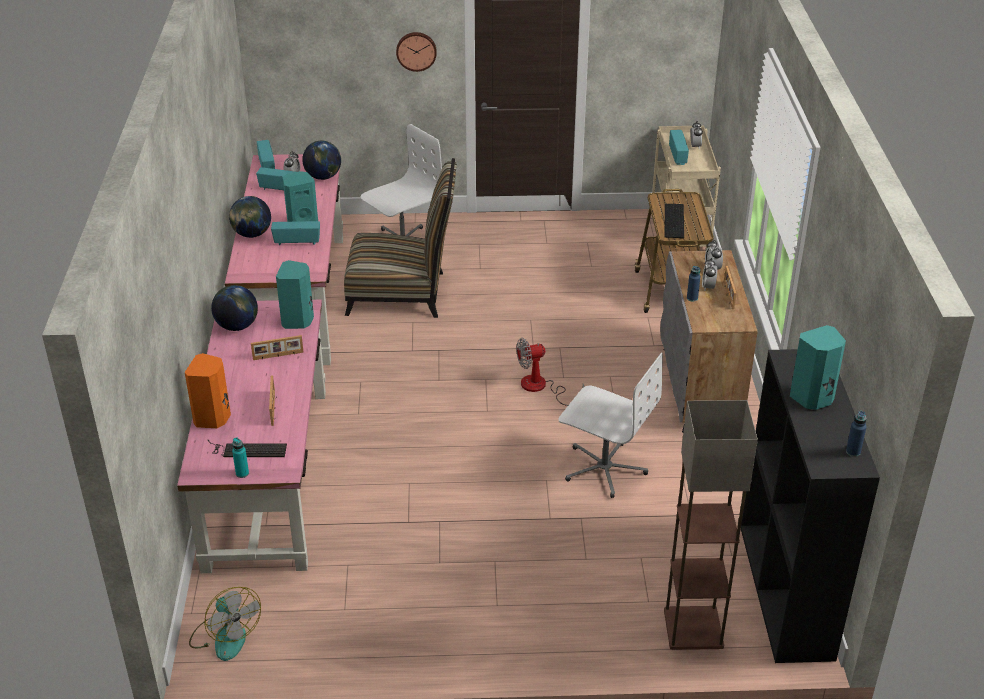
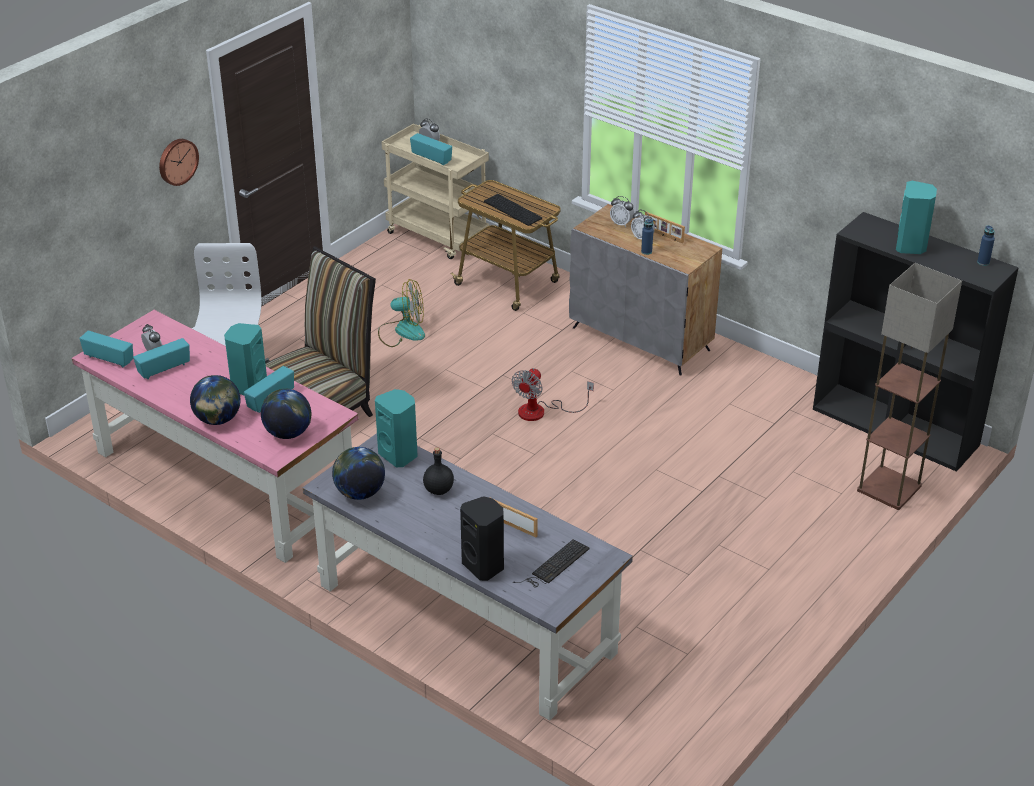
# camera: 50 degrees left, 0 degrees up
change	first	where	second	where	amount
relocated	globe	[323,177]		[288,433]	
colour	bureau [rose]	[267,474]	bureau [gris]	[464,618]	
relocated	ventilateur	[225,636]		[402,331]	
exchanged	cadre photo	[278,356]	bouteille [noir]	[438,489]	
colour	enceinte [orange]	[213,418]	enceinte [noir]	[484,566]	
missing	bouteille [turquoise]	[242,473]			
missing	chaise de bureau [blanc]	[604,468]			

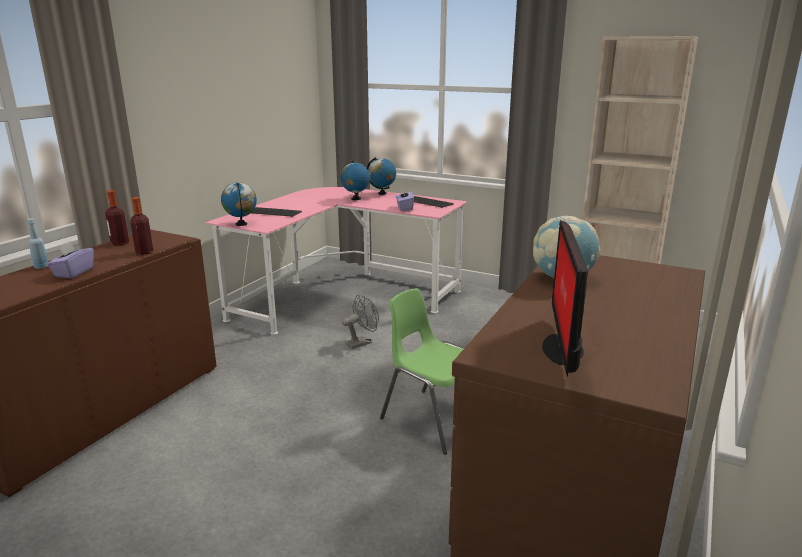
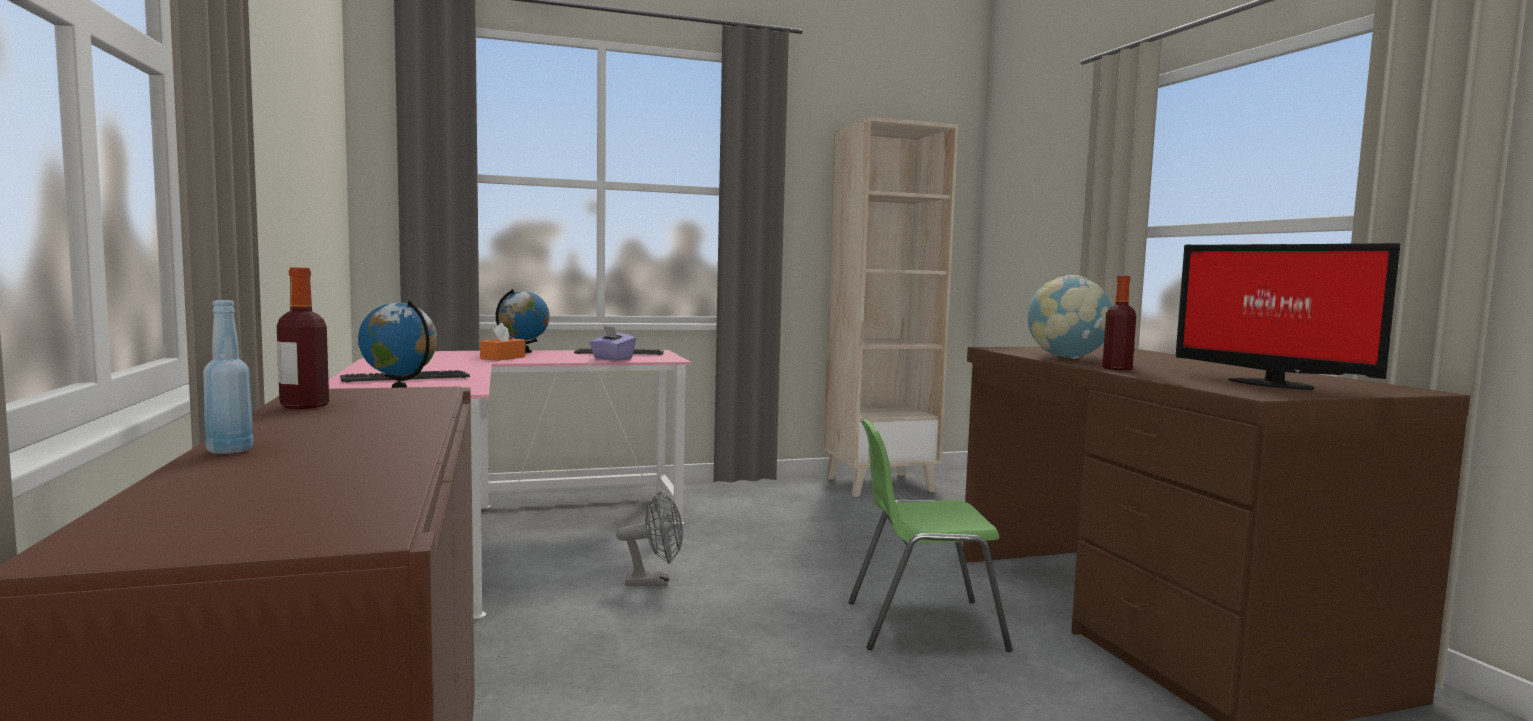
# camera: 45 degrees left, 15 degrees down
change	first	where	second	where	amount
exchanged	globe	[355,199]	boîte à mouchoirs [orange]	[503,358]	
spun	ventilateur [gris]	[362,342]		[654,582]	75 degrees clockwise
relocated	bouteille	[144,252]		[1117,368]	
missing	boîte à mouchoirs [violet]	[74,272]			

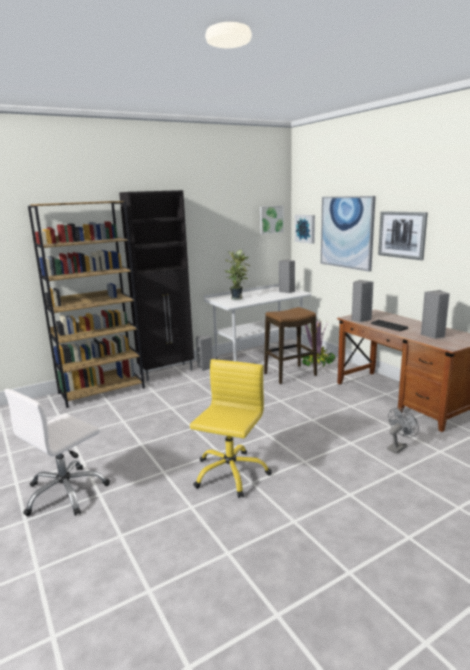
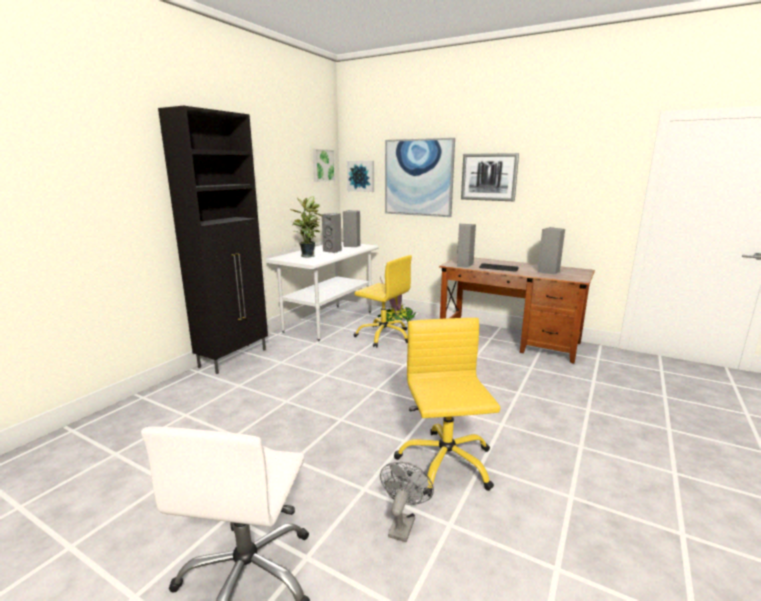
# camera: 30 degrees left, 0 degrees up
change	first	where	second	where	amount
relocated	enceinte [gris]	[205,367]		[333,251]	
exchanged	tabouret	[290,375]	chaise de bureau [jaune]	[384,336]	
relocated	ventilateur [gris]	[398,447]		[403,523]	
missing	bibliothèque [marron]	[102,390]			

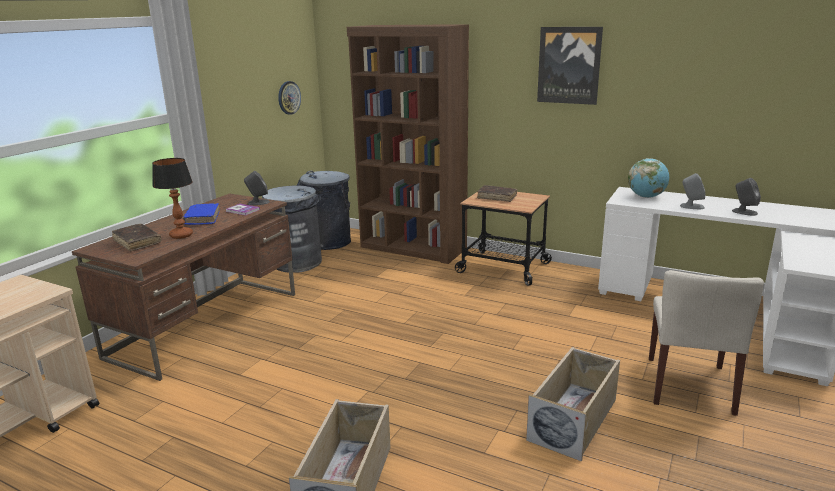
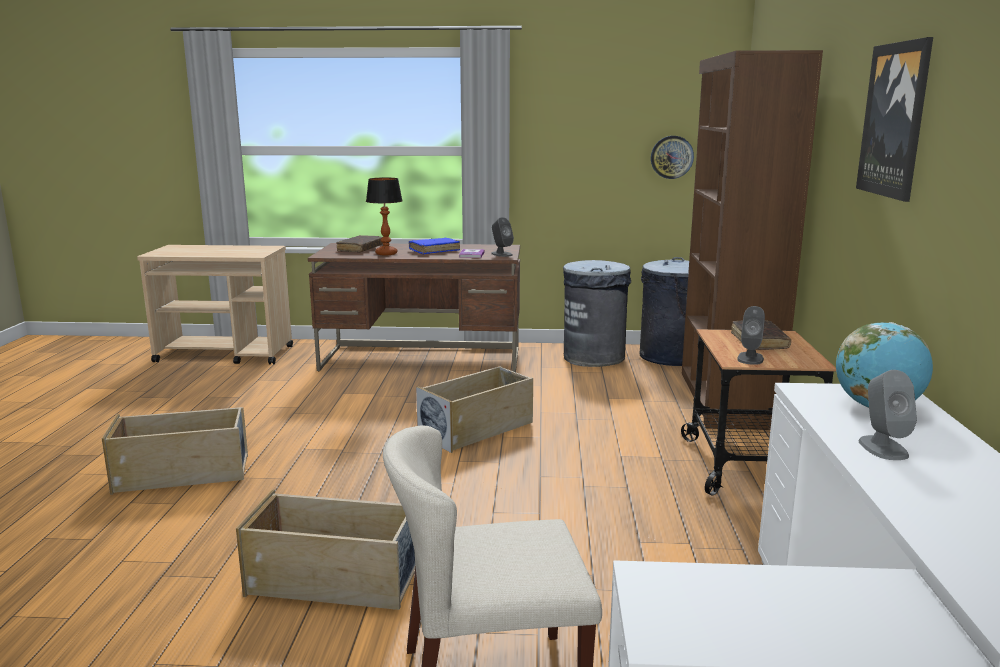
# camera: 65 degrees right, 5 degrees down
change	first	where	second	where	amount
appeared			boîte de rangement [beige]	[477,429]	
relocated	enceinte [gris]	[744,212]		[750,358]	

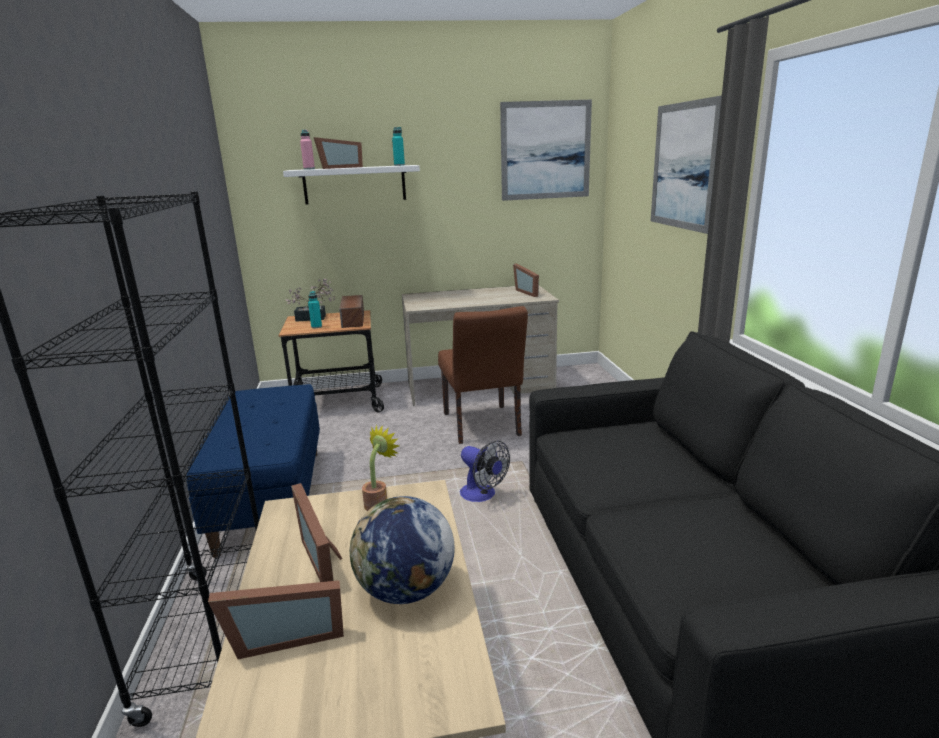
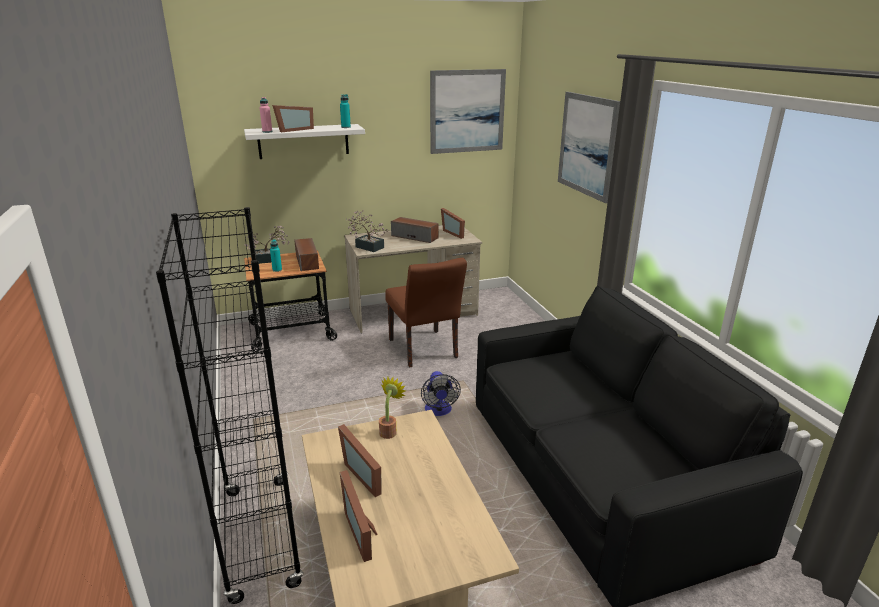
# camera: 10 degrees left, 5 degrees up
change	first	where	second	where	amount
spun	cadre photo	[286,636]		[363,530]	90 degrees clockwise
appeared			plante en pot	[367,246]	
appeared			enceinte	[415,237]	
spun	ventilateur	[482,496]		[439,411]	45 degrees clockwise
missing	banc [bleu]	[271,497]			
missing	globe	[405,591]			

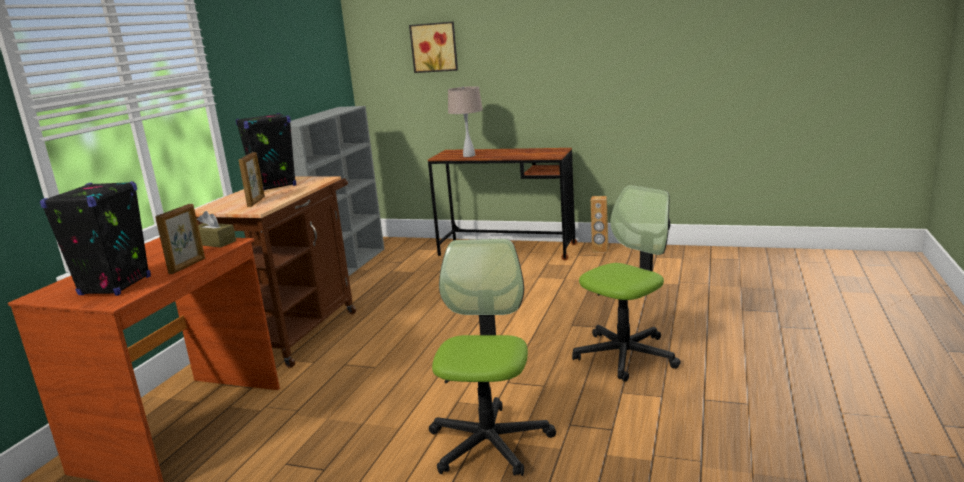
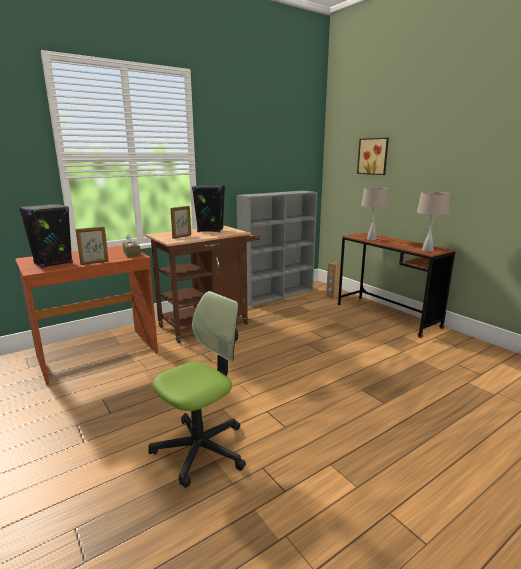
# camera: 35 degrees right, 0 degrees up
change	first	where	second	where	amount
relocated	enceinte [marron]	[600,250]		[332,297]	
appeared			lampe de table [beige]	[427,250]	
missing	chaise de bureau	[625,355]			

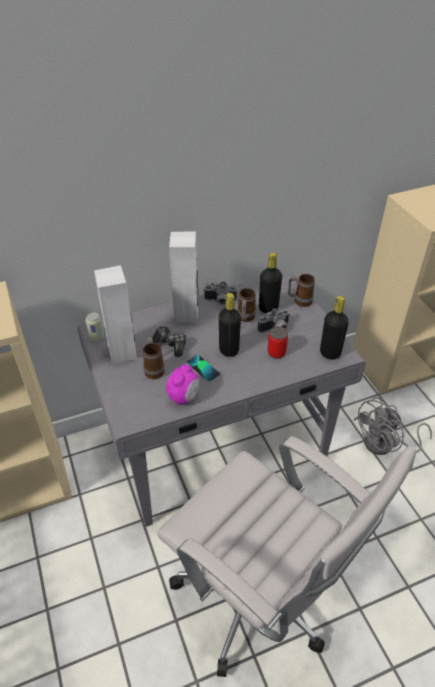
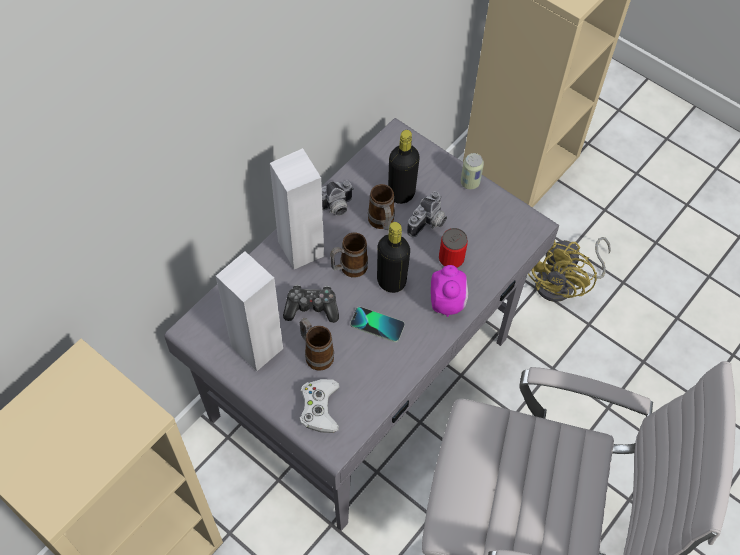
# camera: 30 degrees left, 15 degrees up
change	first	where	second	where	amount
appeared			manette [blanc]	[319,408]	
relocated	mug	[299,301]		[348,268]	
relocated	réveil	[184,397]		[447,303]	
relocated	boîte métallique	[96,337]		[470,182]	
colour	ventilateur [gris]	[385,445]	ventilateur [jaune]	[563,283]	
missing	bouteille [noir]	[330,353]			

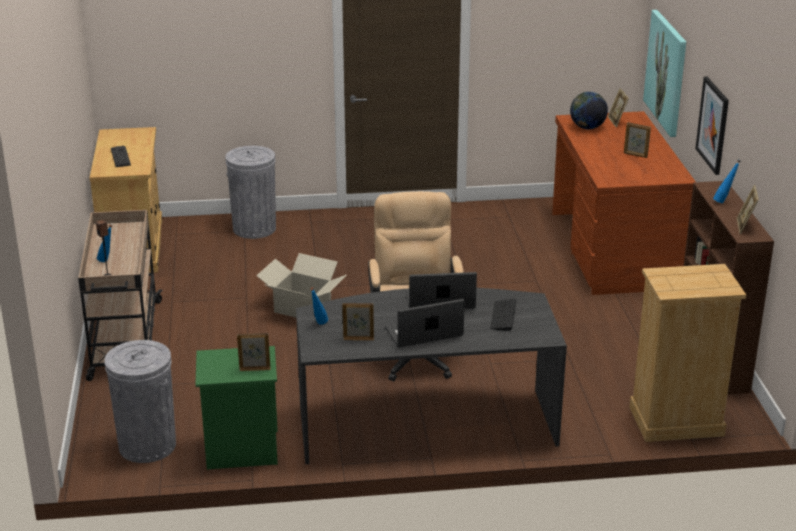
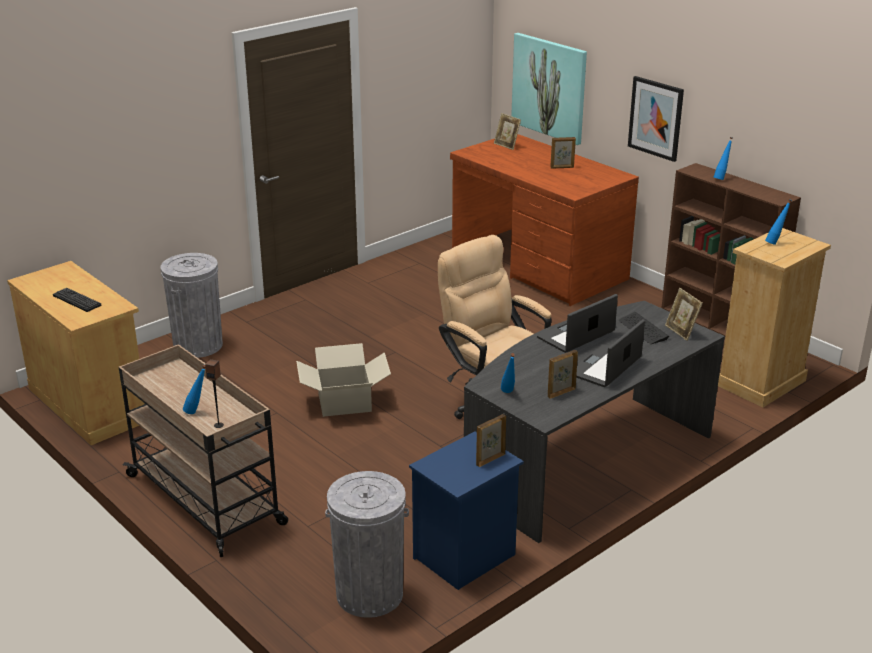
# camera: 35 degrees left, 0 degrees up
change	first	where	second	where	amount
colour	table de chevet [vert]	[240,450]	table de chevet [bleu]	[464,557]	
relocated	cadre photo	[745,226]		[681,331]	
appeared			bouteille [bleu]	[775,243]	
missing	globe	[587,128]			

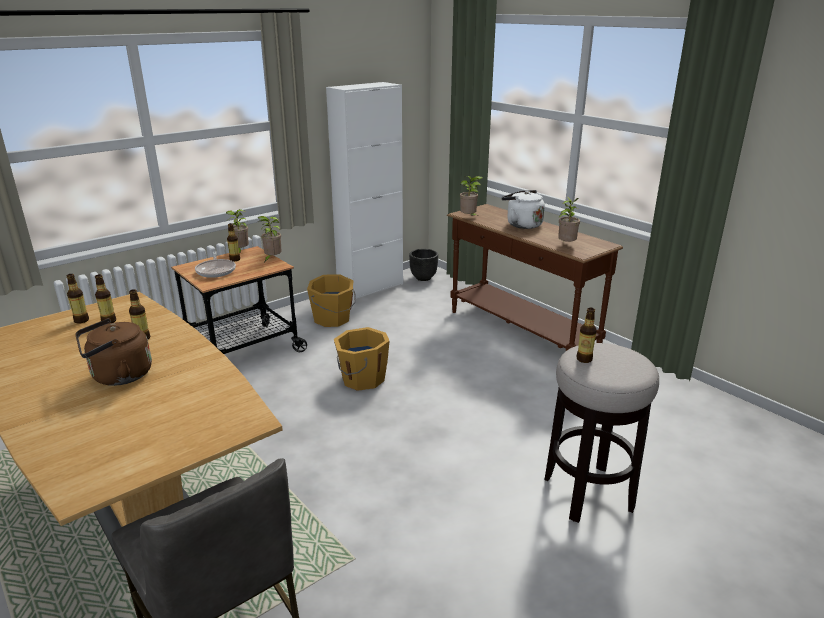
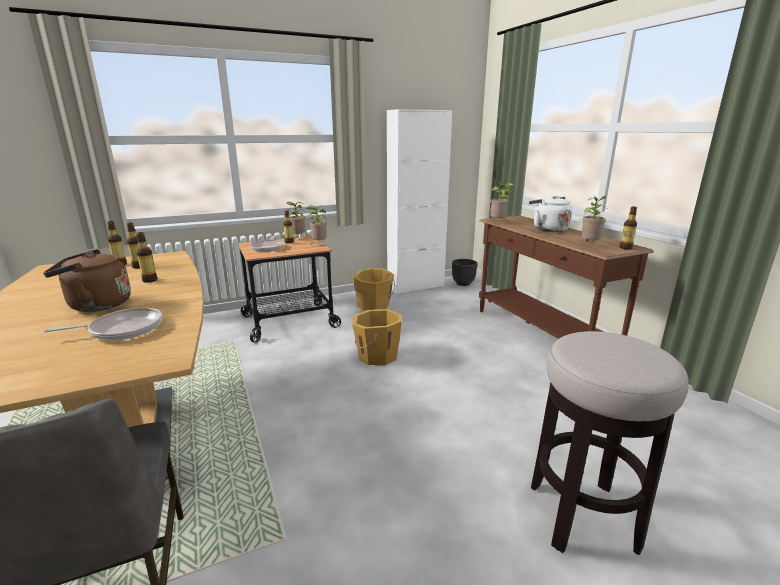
# camera: 15 degrees right, 5 degrees down
change	first	where	second	where	amount
appeared			poêle	[122,329]	
relocated	bouteille	[584,359]		[625,248]	

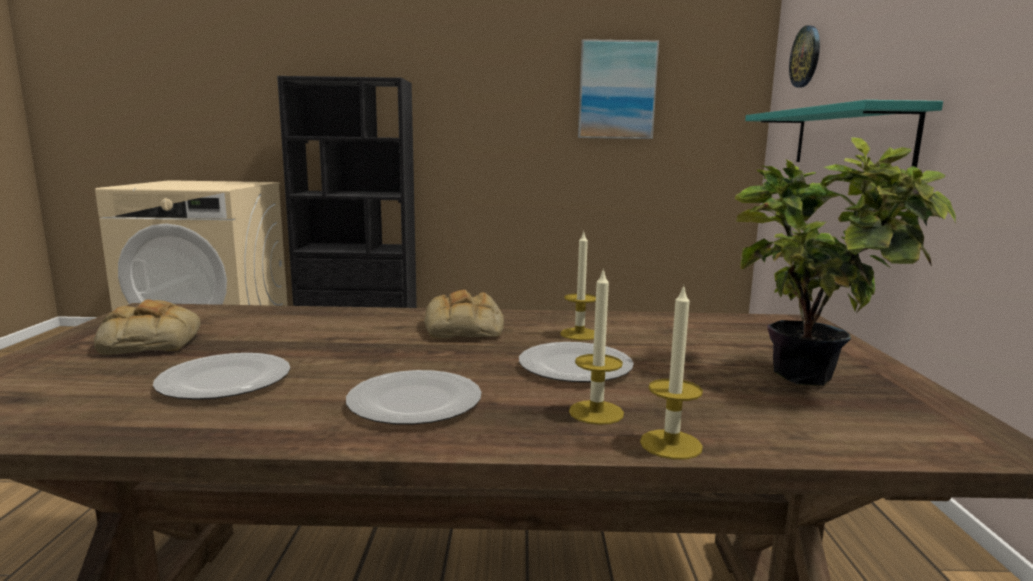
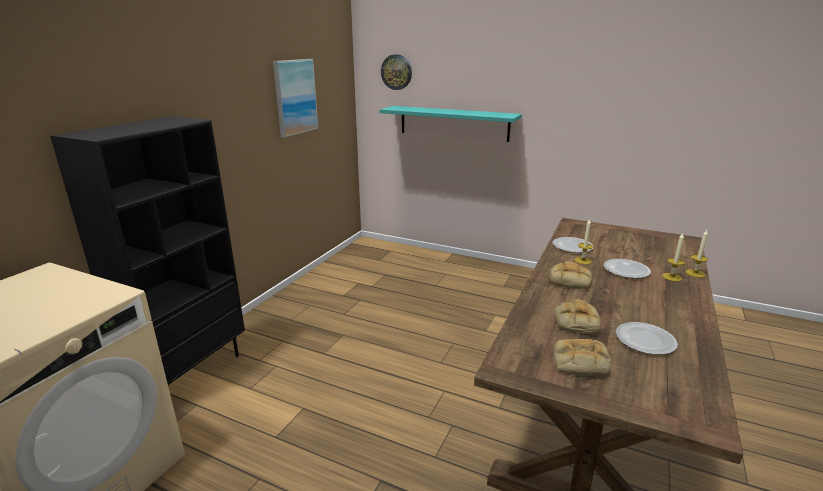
# camera: 65 degrees left, 10 degrees up
change	first	where	second	where	amount
relocated	assiette	[416,402]		[572,246]	
appeared			pain	[575,321]	
missing	plante en pot	[816,377]			

